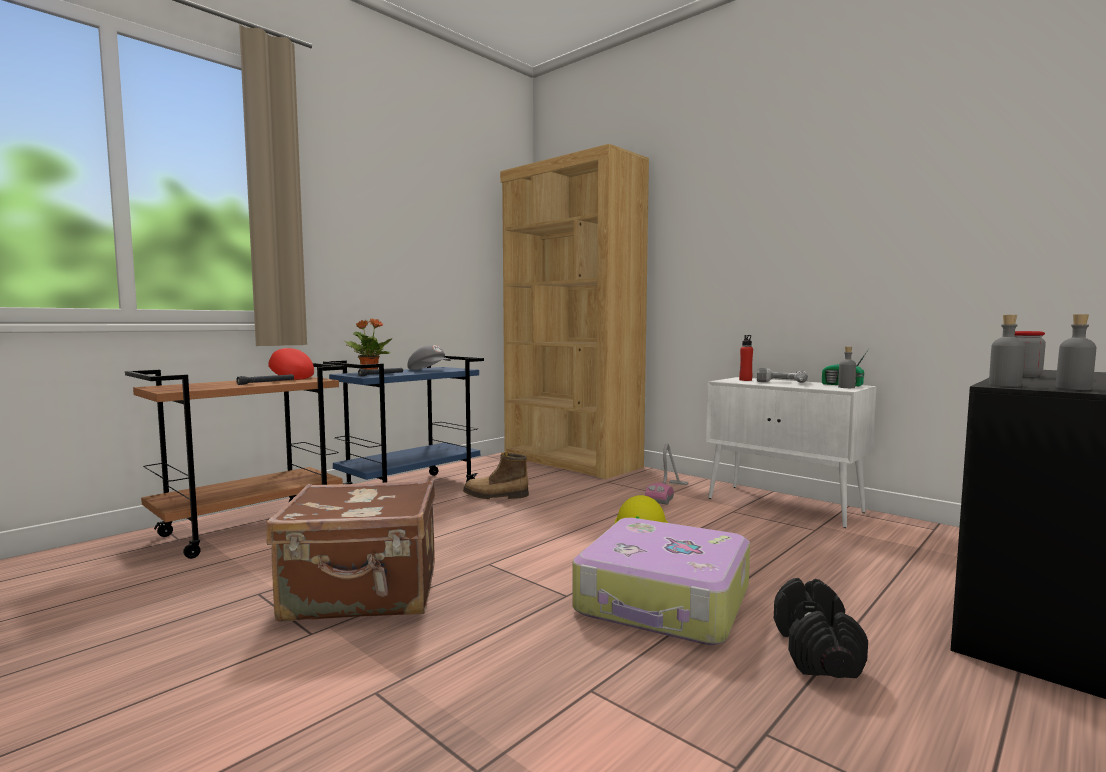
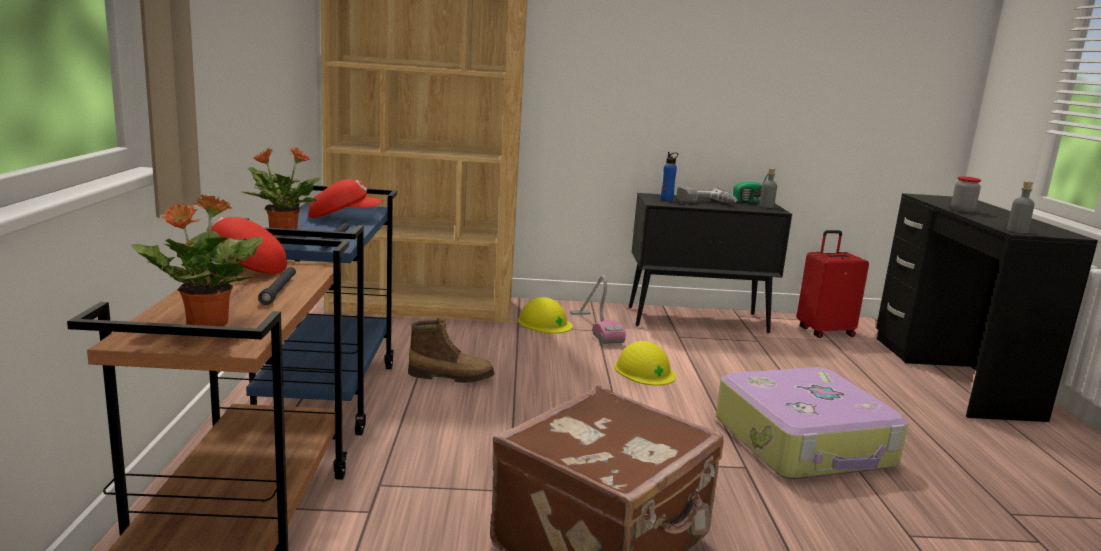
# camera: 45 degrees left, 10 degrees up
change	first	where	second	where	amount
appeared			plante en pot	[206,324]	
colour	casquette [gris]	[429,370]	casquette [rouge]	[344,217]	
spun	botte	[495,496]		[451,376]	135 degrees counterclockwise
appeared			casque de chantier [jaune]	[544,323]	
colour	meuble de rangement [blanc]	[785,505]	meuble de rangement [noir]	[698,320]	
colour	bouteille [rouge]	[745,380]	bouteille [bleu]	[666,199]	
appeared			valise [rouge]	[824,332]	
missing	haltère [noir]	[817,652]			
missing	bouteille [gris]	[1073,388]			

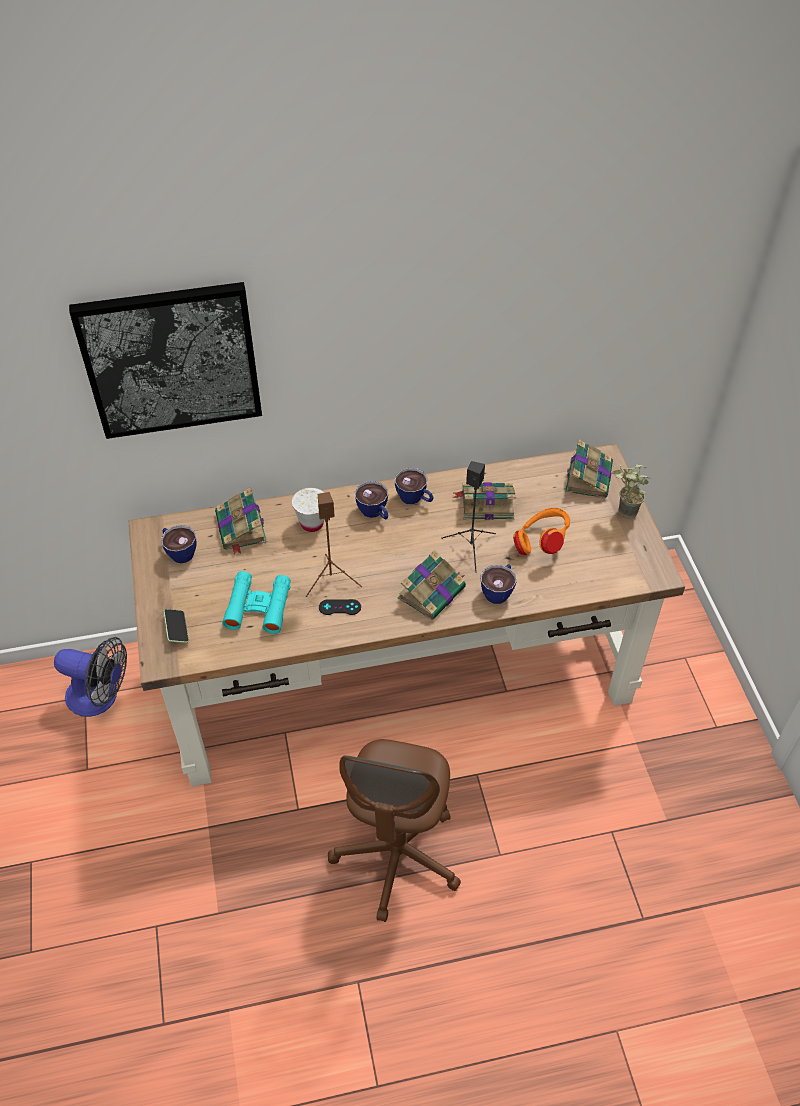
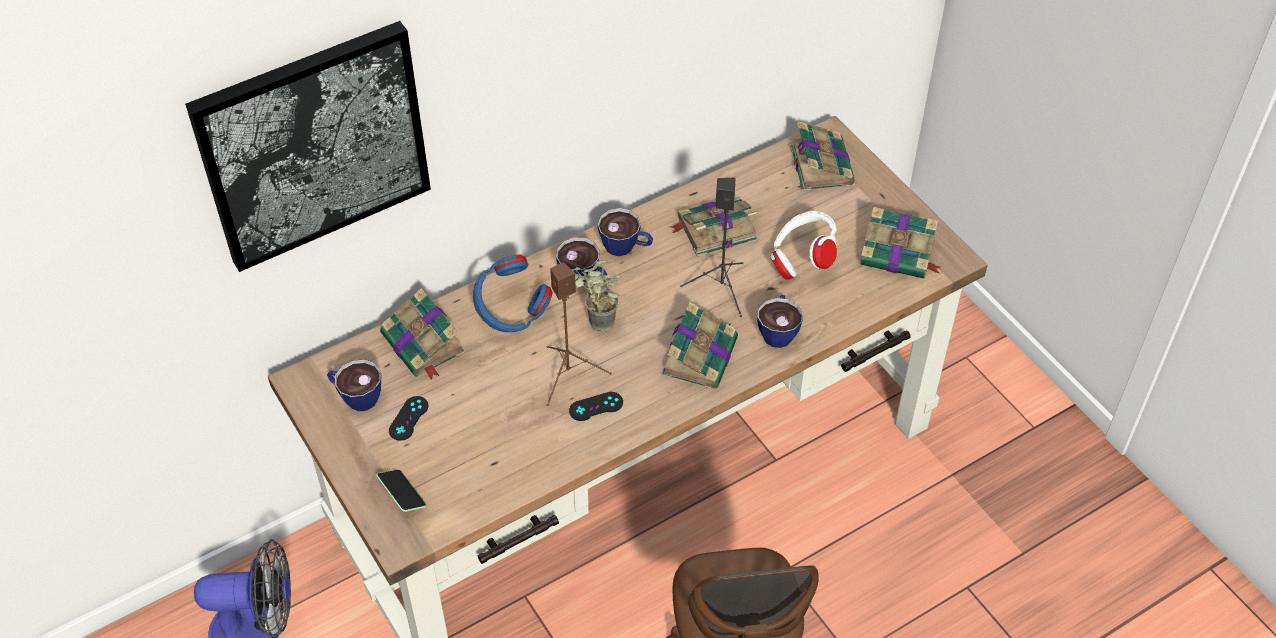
# camera: 20 degrees left, 0 degrees up
change	first	where	second	where	amount
appeared			manette [noir]	[408,418]	
exchanged	tasse [blanc]	[312,523]	casque audio [bleu]	[511,313]	
relocated	plante en pot	[622,513]		[595,326]	
colour	casque audio [orange]	[541,543]	casque audio [blanc]	[802,260]	
appeared			livre	[899,254]	
missing	jumelles [turquoise]	[258,607]			

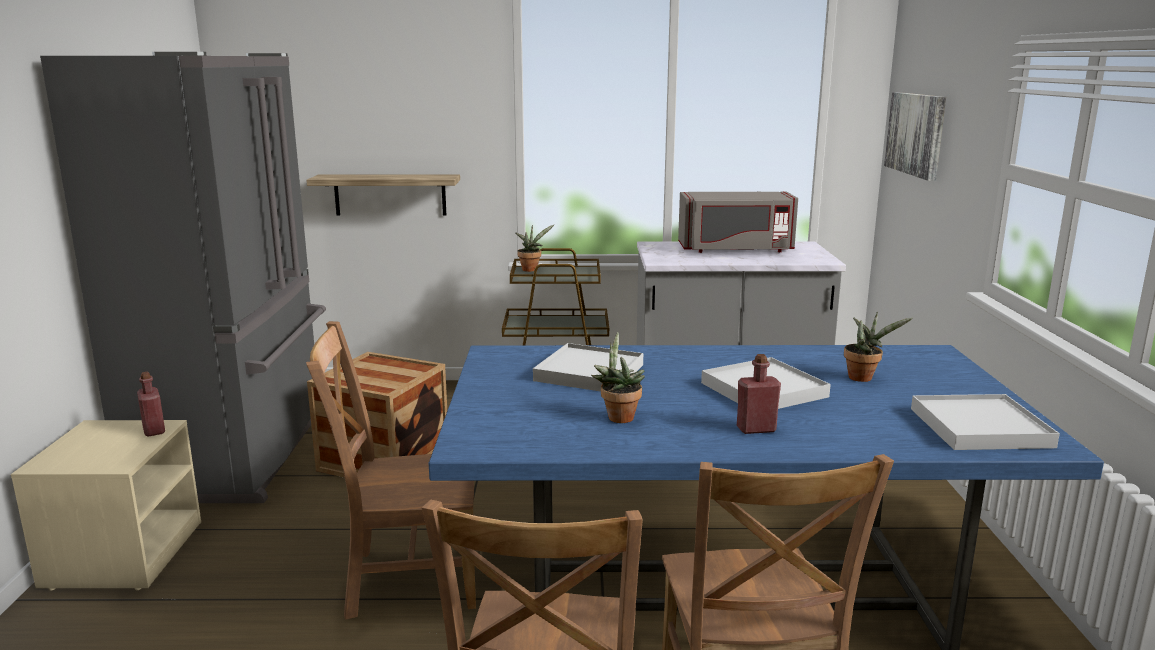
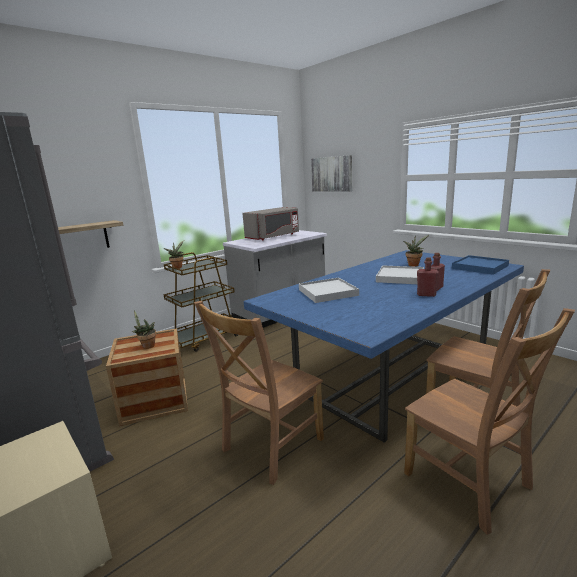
# camera: 40 degrees left, 0 degrees up
change	first	where	second	where	amount
relocated	plante en pot	[618,416]		[147,346]	
relocated	bouteille [rouge]	[154,430]		[426,294]	
colour	plateau [blanc]	[980,427]	plateau [bleu]	[479,267]	

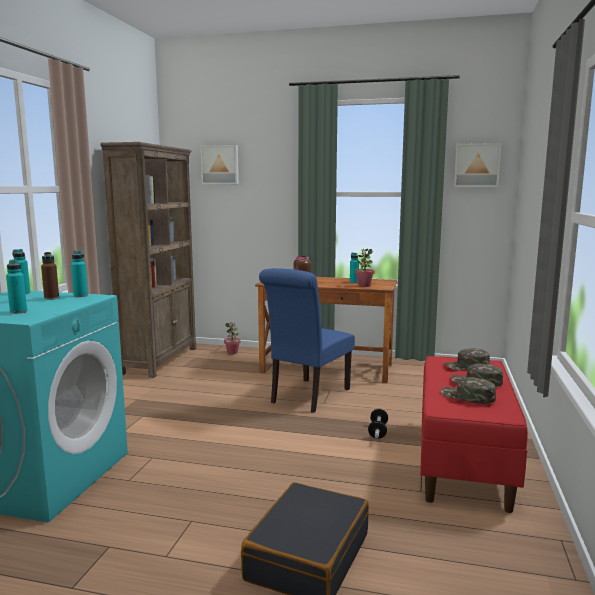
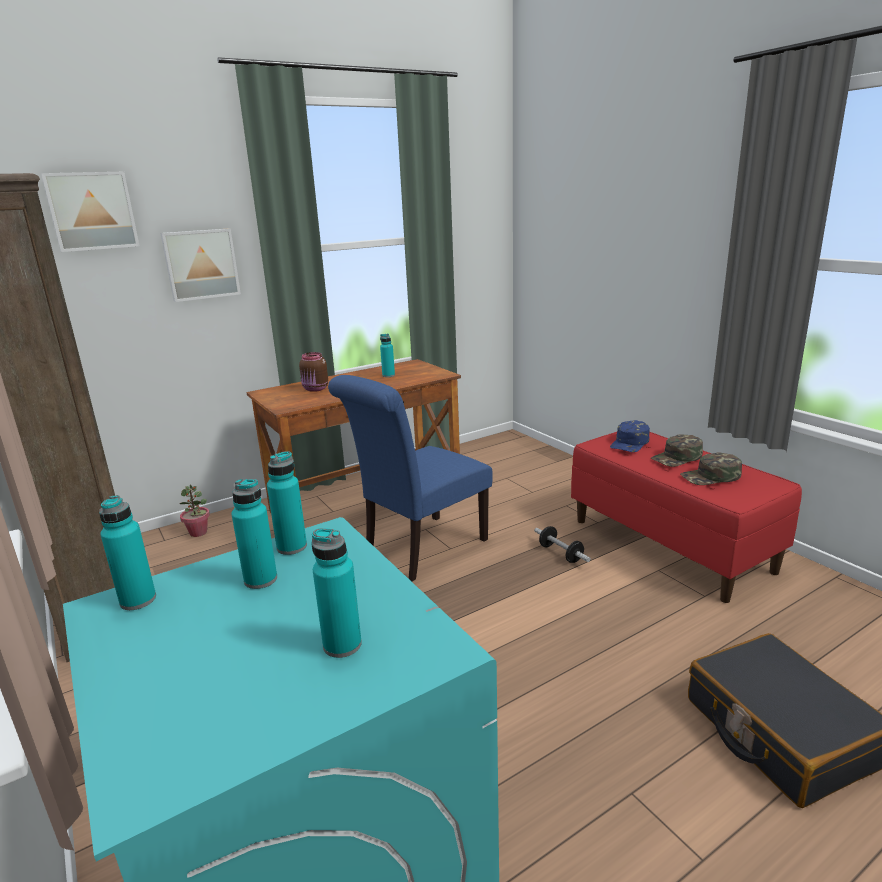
# camera: 45 degrees left, 10 degrees up
change	first	where	second	where	amount
relocated	tableau	[476,165]		[201,264]	
colour	bouteille [marron]	[51,298]	bouteille [turquoise]	[260,579]	
spun	chaise [bleu]	[307,397]		[420,550]	60 degrees clockwise
colour	casquette [vert]	[466,366]	casquette [bleu]	[630,443]	
missing	plante en pot	[364,285]			

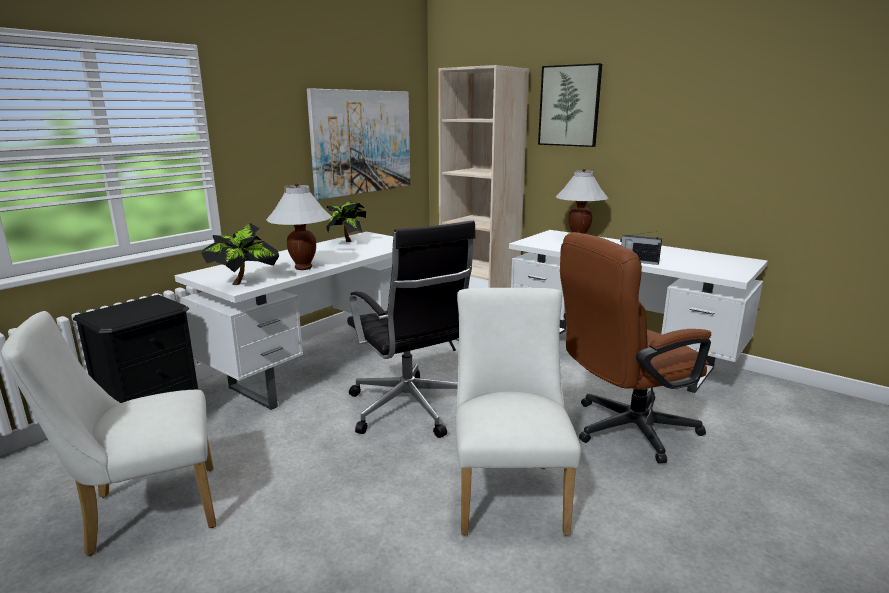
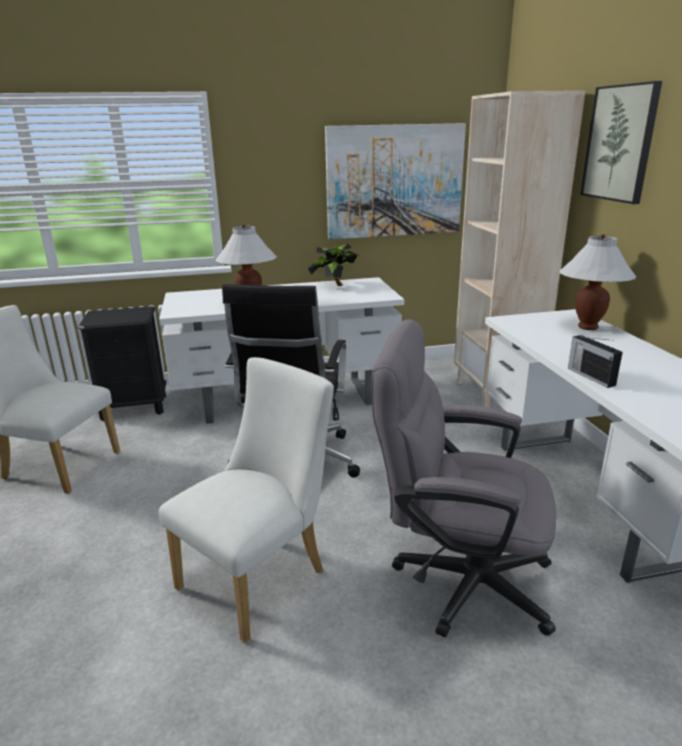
# camera: 40 degrees right, 5 degrees up
change	first	where	second	where	amount
colour	chaise de bureau [marron]	[623,430]	chaise de bureau [gris]	[457,578]	
missing	plante en pot	[245,282]			

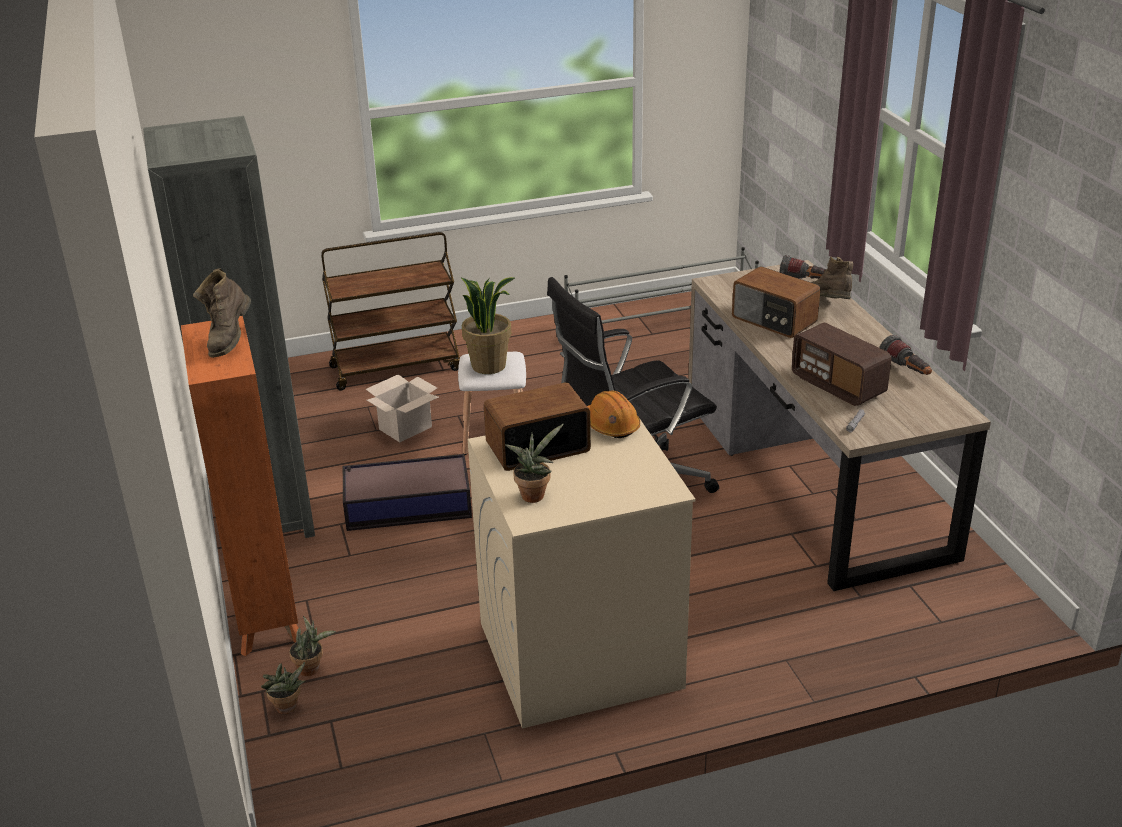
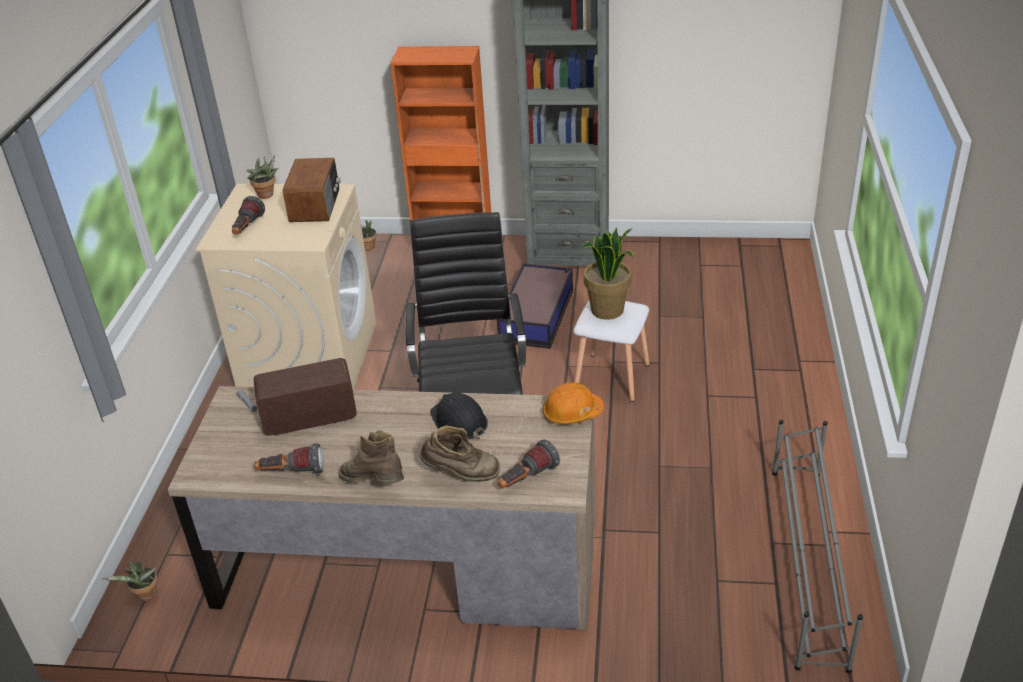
# camera: 115 degrees right, 5 degrees up
change	first	where	second	where	amount
relocated	plante en pot	[312,669]		[145,596]	
appeared			lampe de poche	[247,228]	
relocated	botte [marron]	[229,340]		[375,485]	
exchanged	radio	[773,320]	casque de chantier [noir]	[459,421]	
relocated	casque de chantier [orange]	[611,425]		[572,413]	
missing	chariot [marron]	[396,367]			
missing	carton	[406,427]			

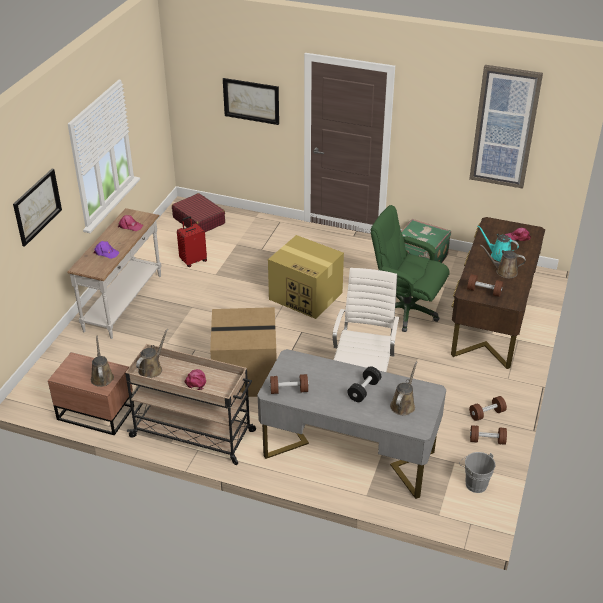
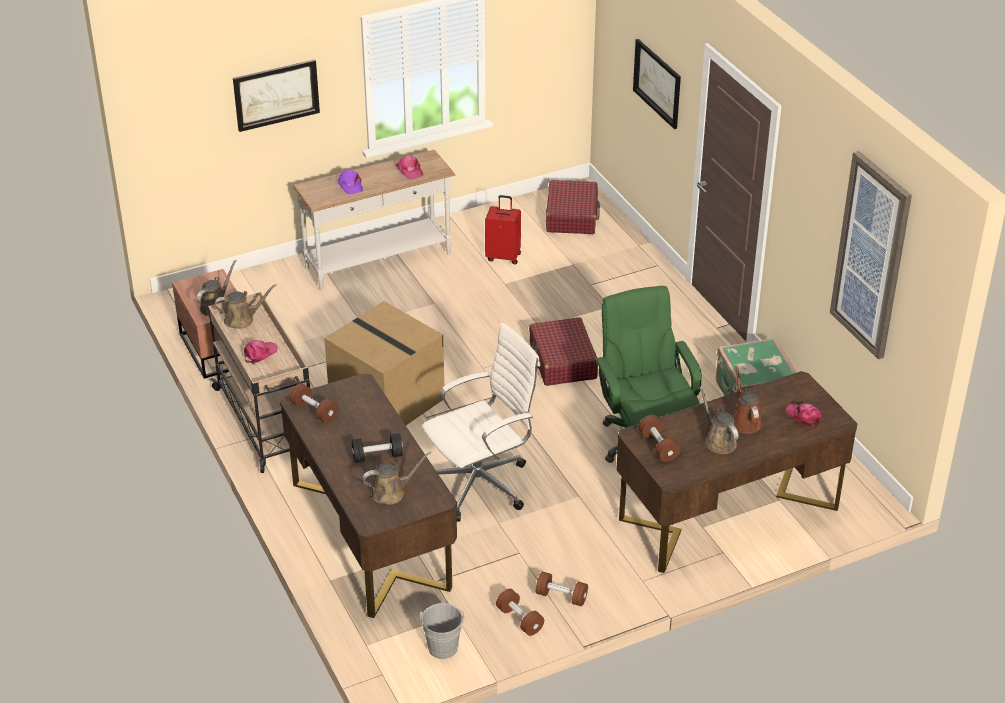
# camera: 45 degrees right, 0 degrees up
change	first	where	second	where	amount
colour	bureau [gris]	[349,454]	bureau [marron]	[370,534]	
exchanged	carton	[306,296]	valise [rouge]	[562,361]	
colour	arrosoir [turquoise]	[498,255]	arrosoir [marron]	[744,421]	

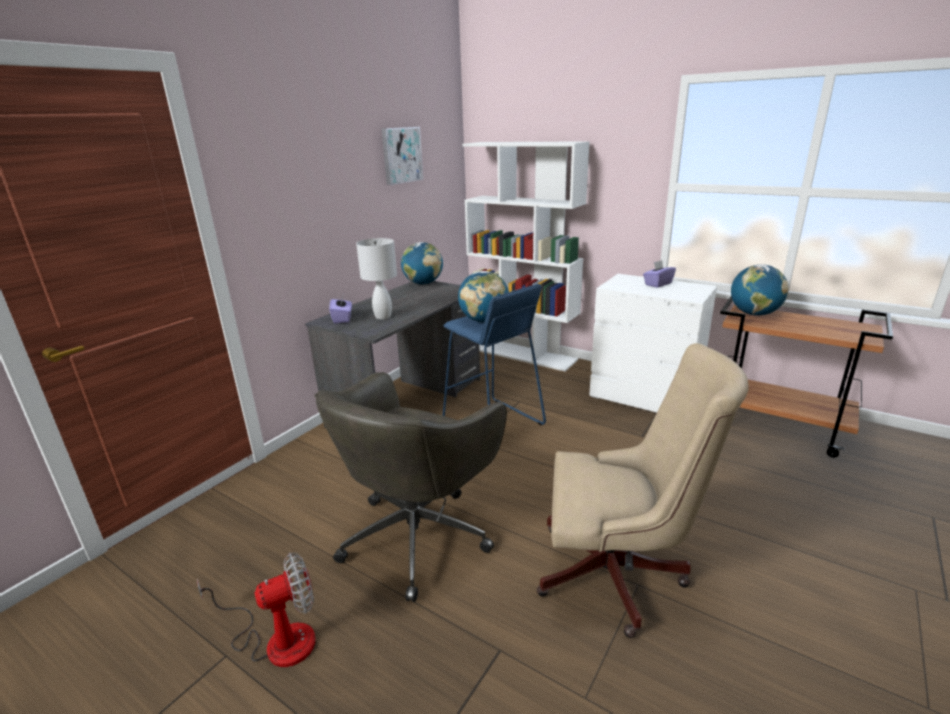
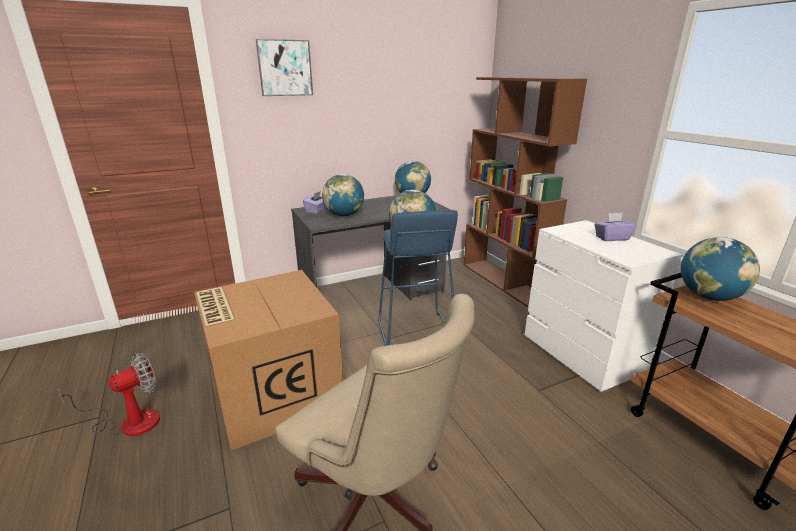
# camera: 30 degrees right, 0 degrees up
change	first	where	second	where	amount
spun	ventilateur	[277,639]		[129,421]	45 degrees counterclockwise
exchanged	chaise de bureau [gris]	[418,534]	carton	[274,393]	
relocated	tableau	[401,155]		[285,68]	
exchanged	lampe de table [blanc]	[383,317]	globe	[344,215]	
colour	bibliothèque [blanc]	[523,354]	bibliothèque [marron]	[504,281]	

